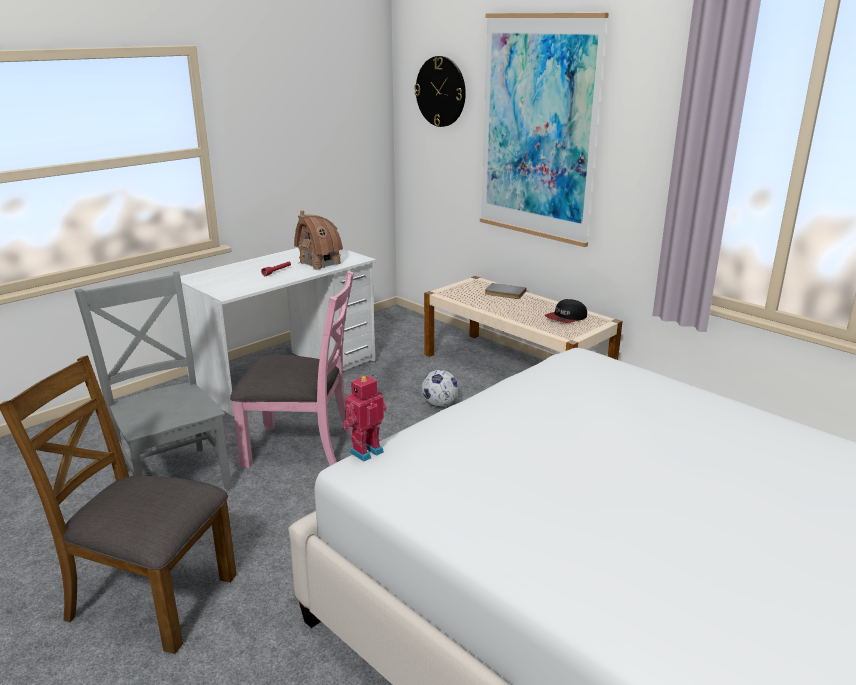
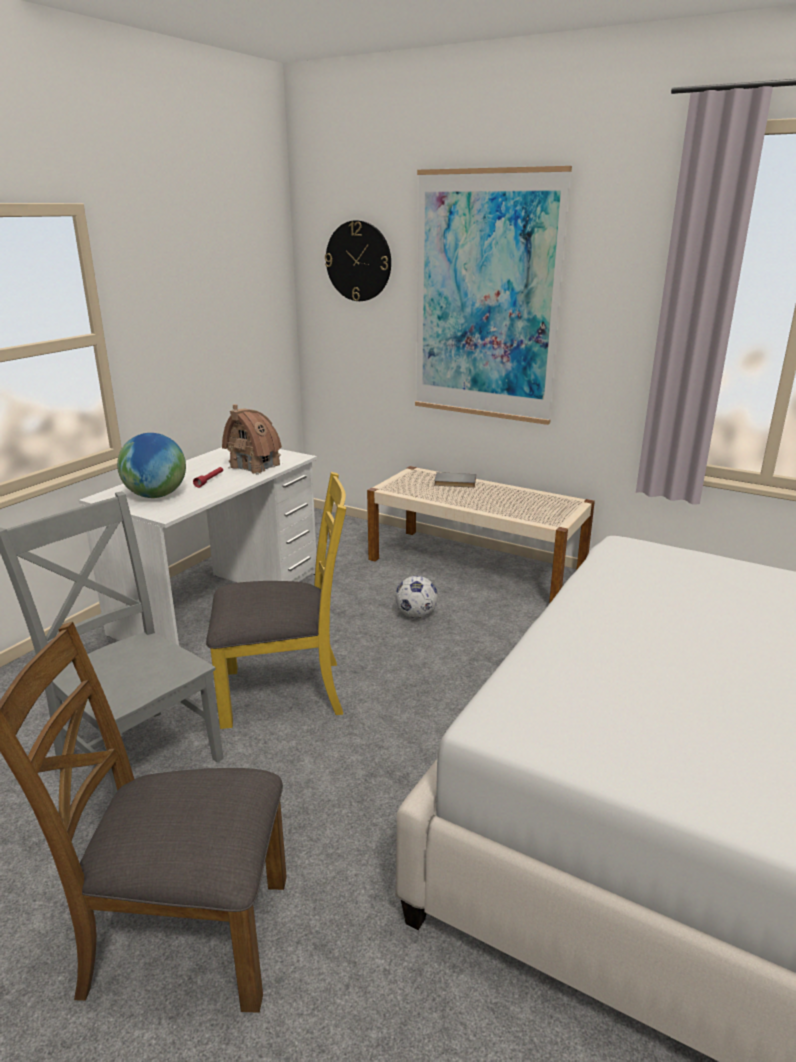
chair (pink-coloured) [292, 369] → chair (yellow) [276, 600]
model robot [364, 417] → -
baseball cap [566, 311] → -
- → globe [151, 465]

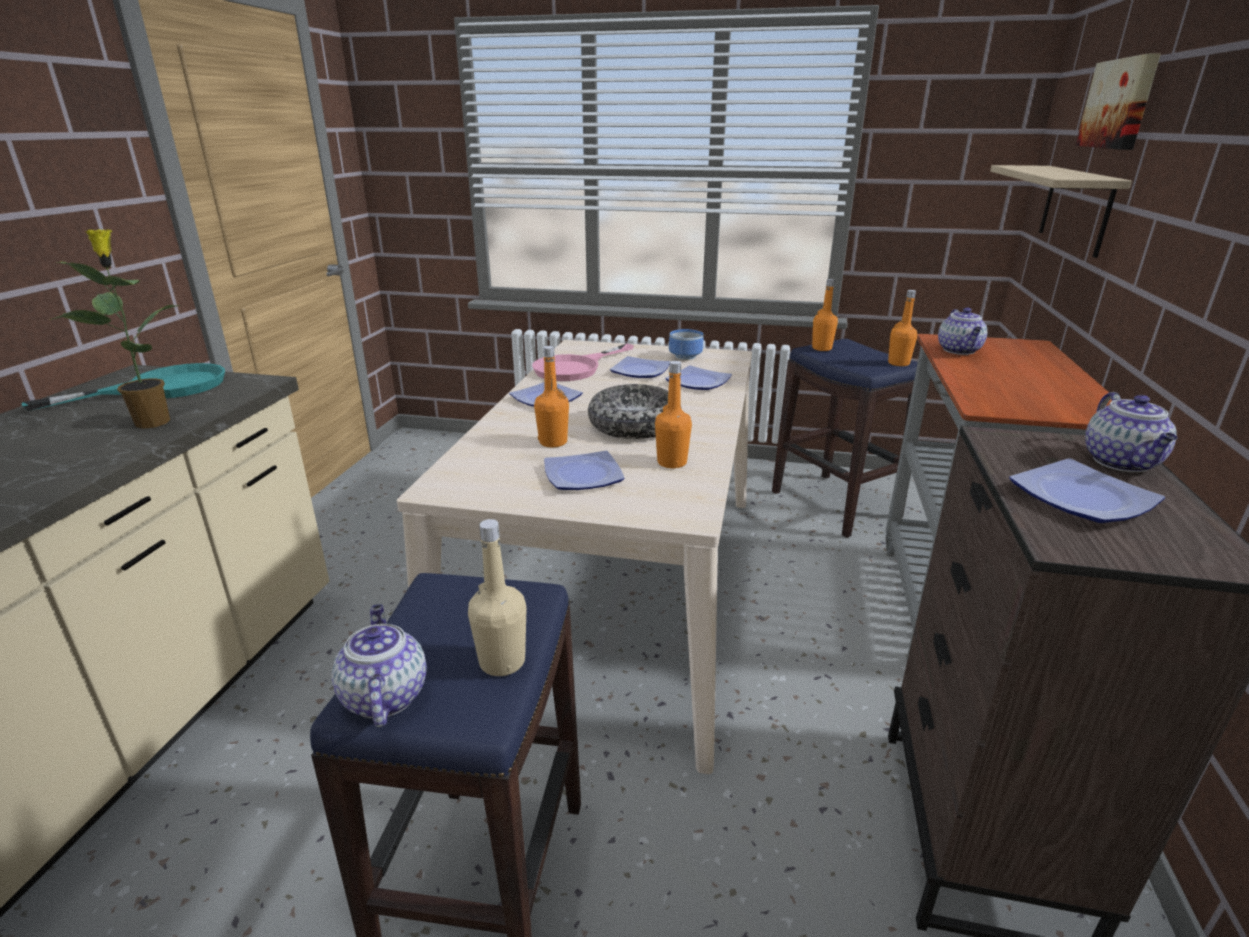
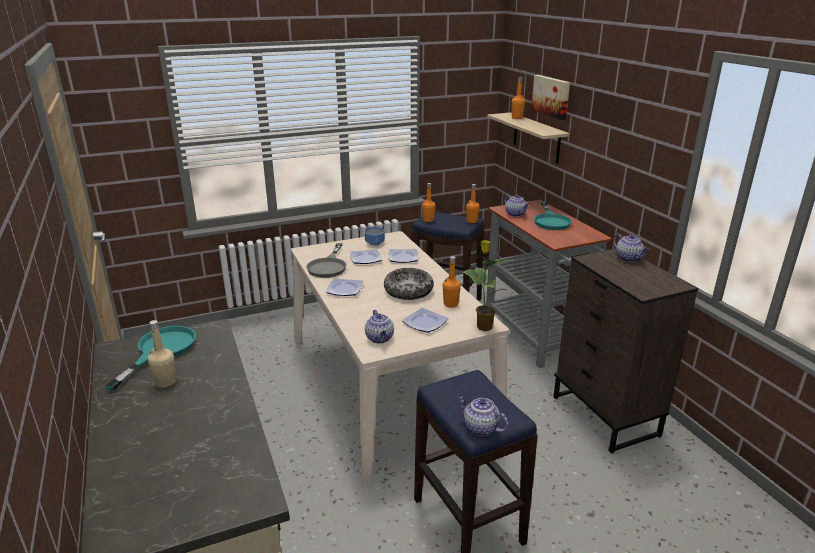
houseplant [116, 329] → houseplant [487, 285], moved
bottle (sand-coloured) [497, 597] → bottle (sand-coloured) [162, 354], moved
skillet (pink-coloured) [583, 362] → skillet (gray) [326, 260]
bottle (orange) [551, 396] → bottle (orange) [518, 98], moved
flat dish [1087, 490] → -
- → pot for tea [379, 327]
- → skillet (turquoise) [553, 216]

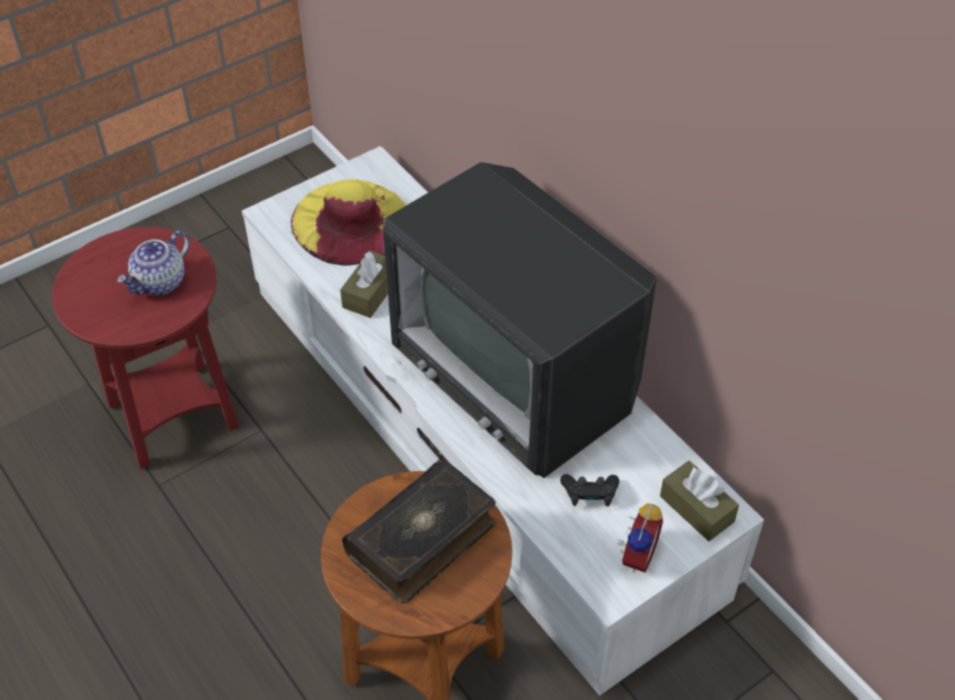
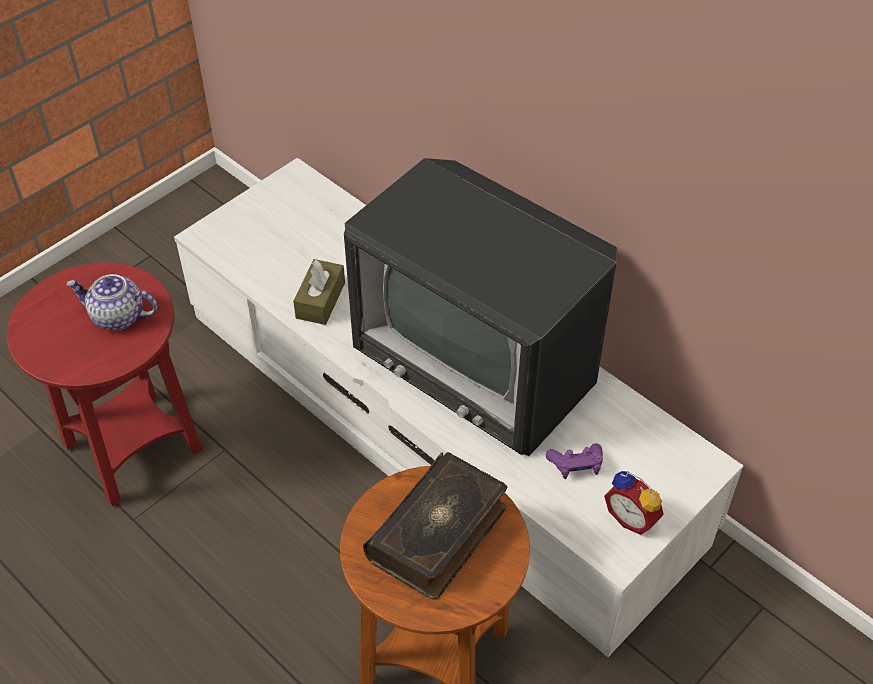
pot for tea [153, 263] → pot for tea [111, 302], 75 degrees clockwise
wearable hat (yellow) [348, 222] → -
joypad (blackish) [589, 490] → joypad (purple-coloured) [574, 461]
alarm clock [640, 538] → alarm clock [634, 503], 120 degrees clockwise
tissue box (brownish) [699, 501] → -

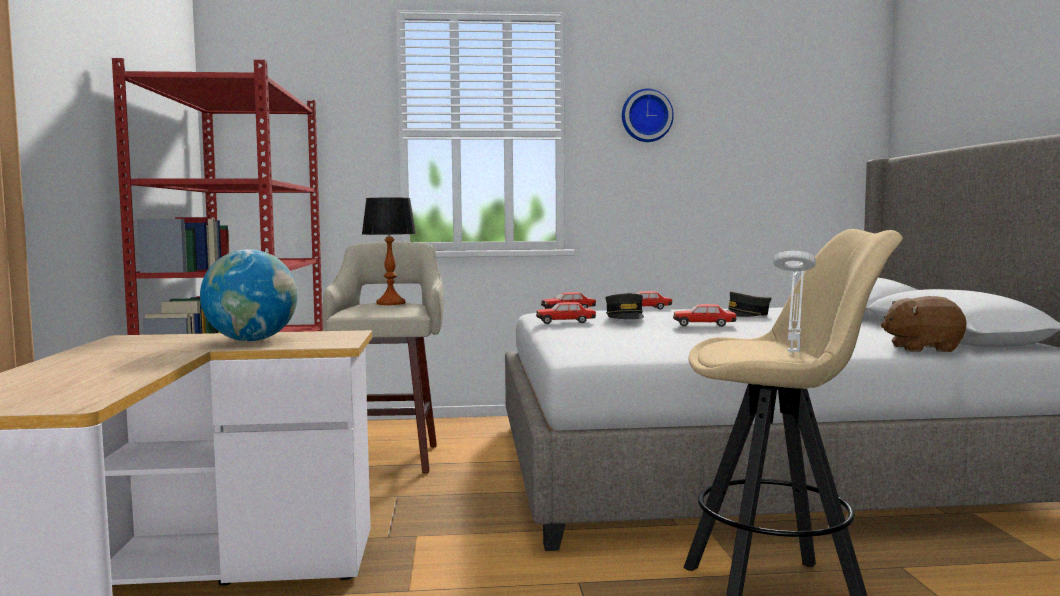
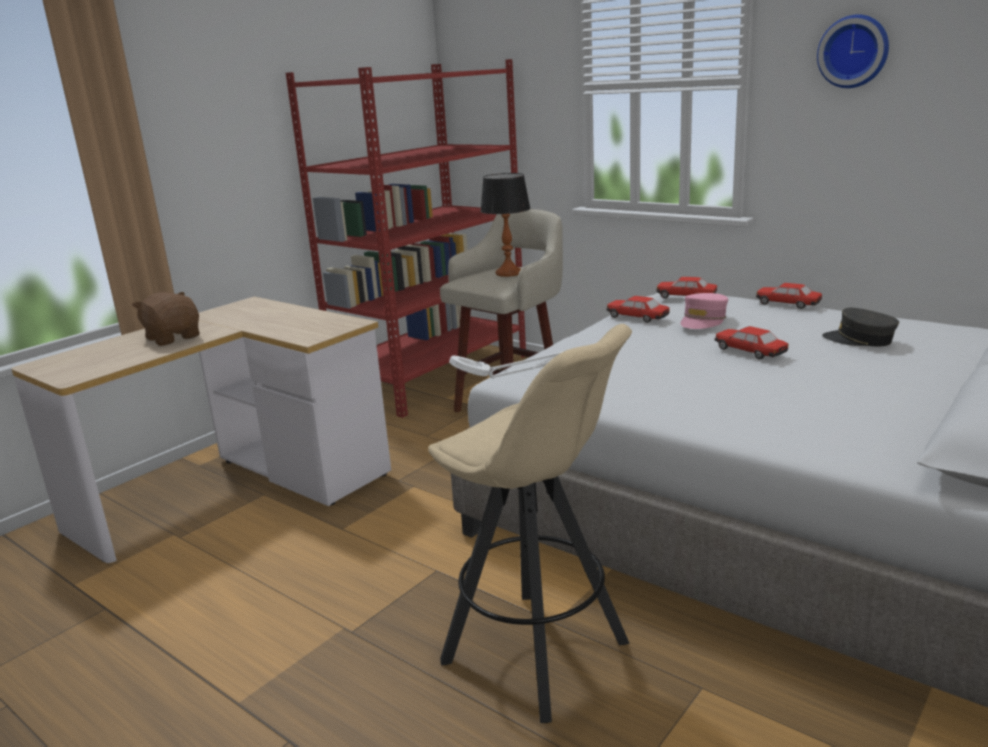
globe [249, 295] → -
baseball cap (gray) [624, 306] → baseball cap (pink-coloured) [704, 311]
cuddly toy (brownish) [923, 324] → cuddly toy (brownish) [165, 319], moved

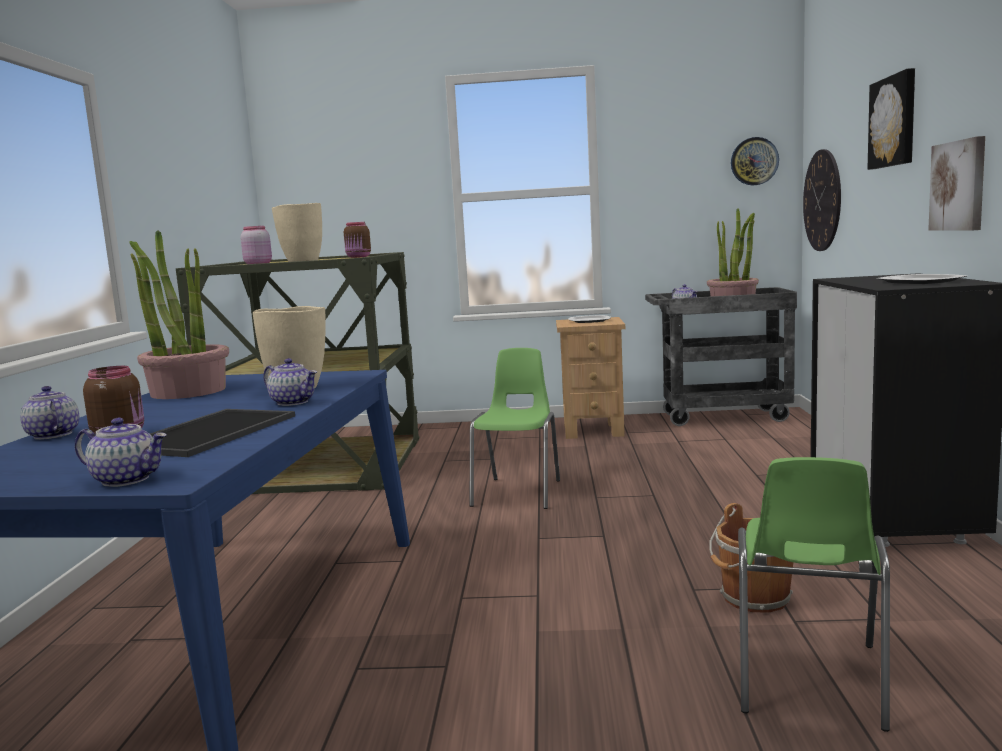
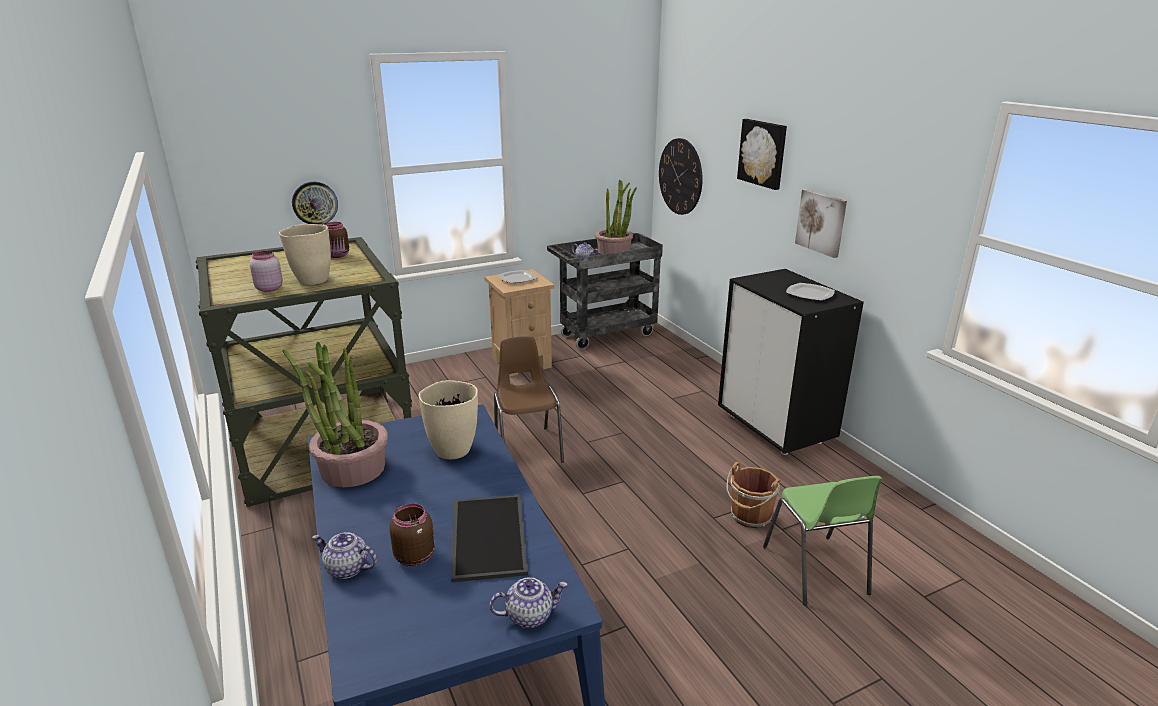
pot for tea [290, 382] → -
chair (green-coloured) [515, 428] → chair (brownish) [529, 399]
wall clock [755, 161] → wall clock [315, 203], moved

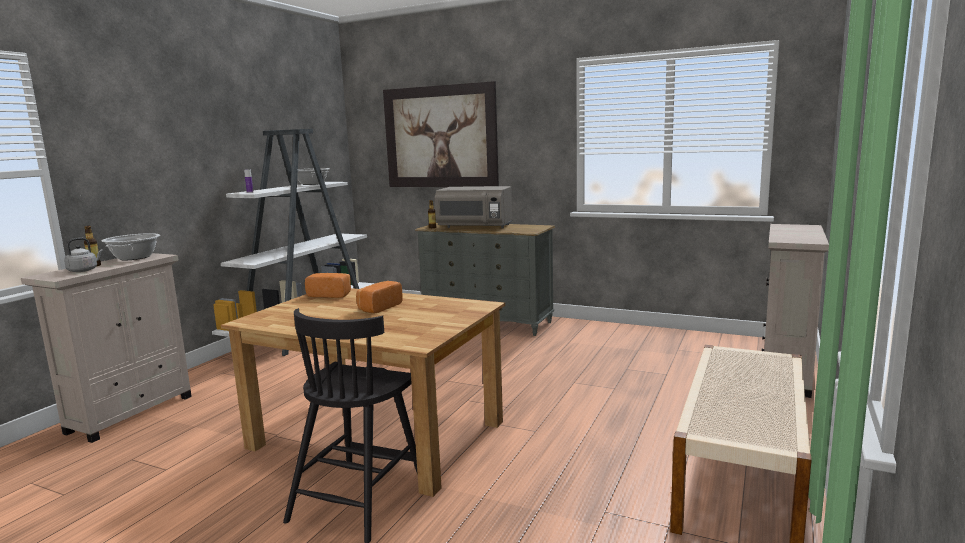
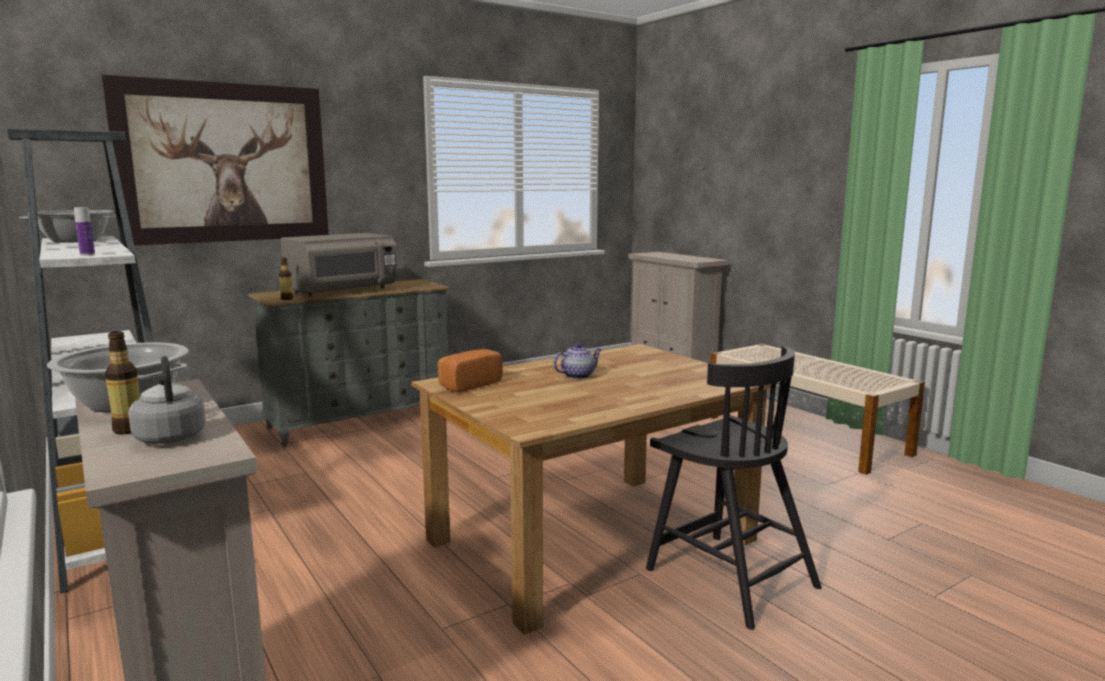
bakery bread [379, 297] → pot for tea [577, 361]

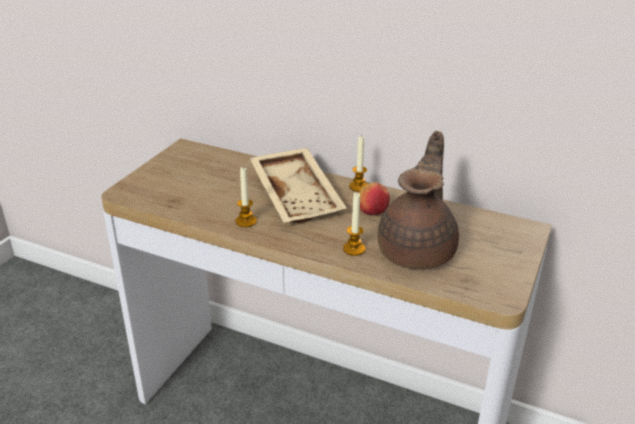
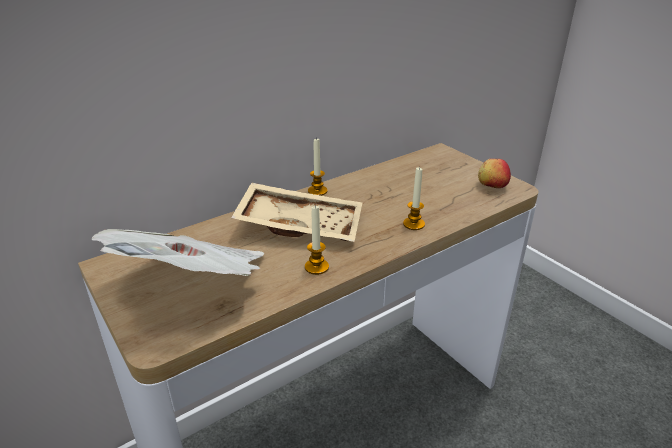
whole apple [374, 198] → whole apple [494, 173], moved
pot for tea (brownish) [418, 200] → -
- → printed paper [177, 252]

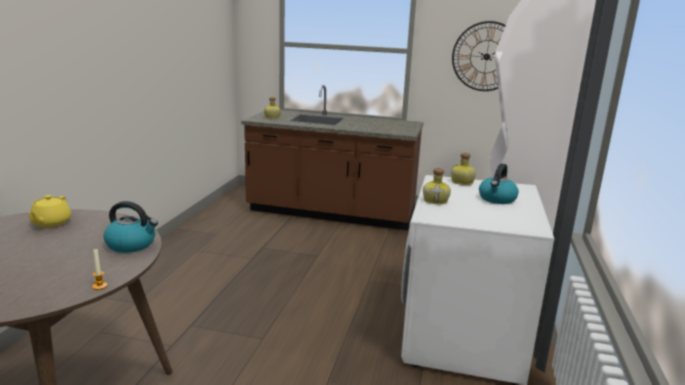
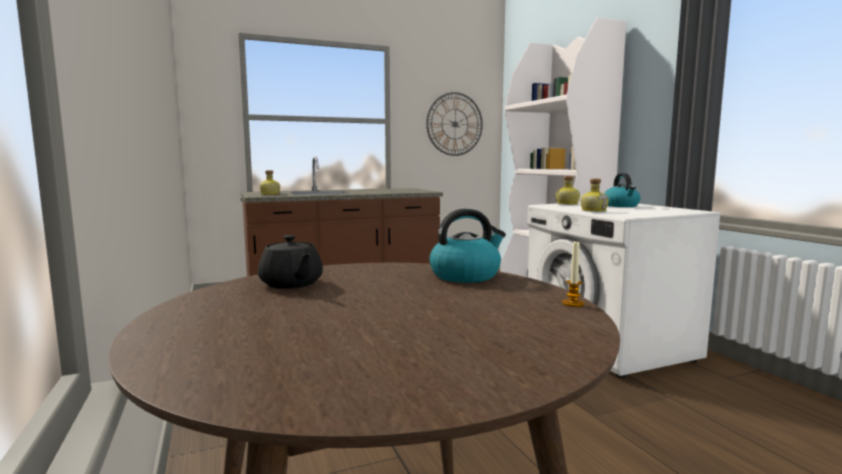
pot for tea (yellow) [50, 211] → pot for tea (blackish) [290, 262]

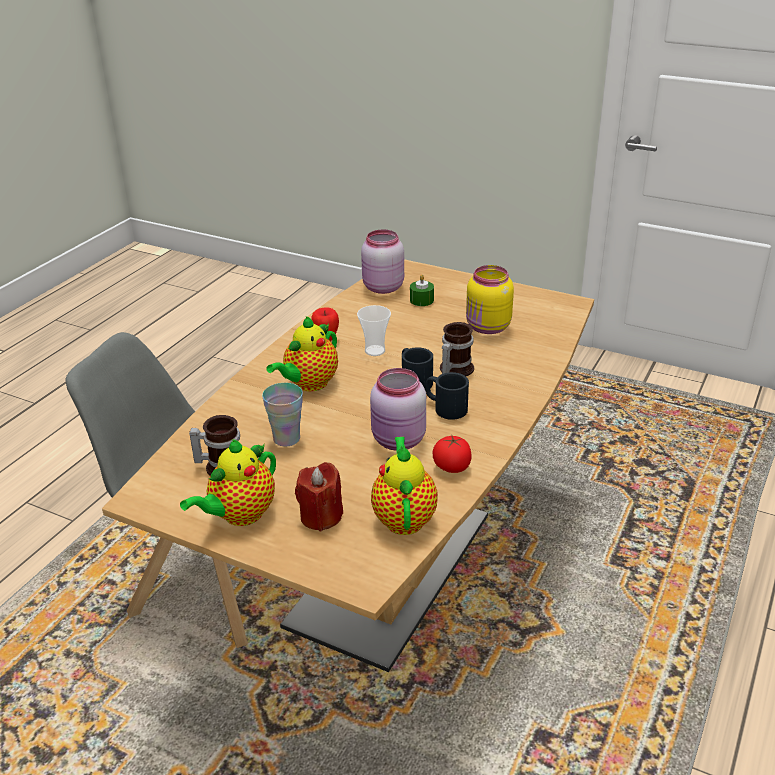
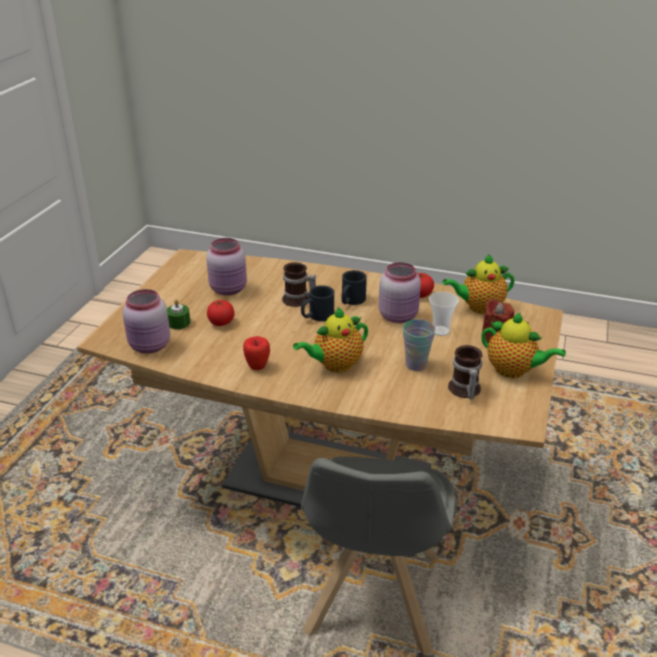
pot for tea [302, 353] → pot for tea [330, 340], 120 degrees clockwise
cup [374, 330] → cup [444, 314], moved
preserve jar (yellow) [490, 299] → preserve jar (pink-coloured) [226, 266]
- → fresh tomato [221, 312]

